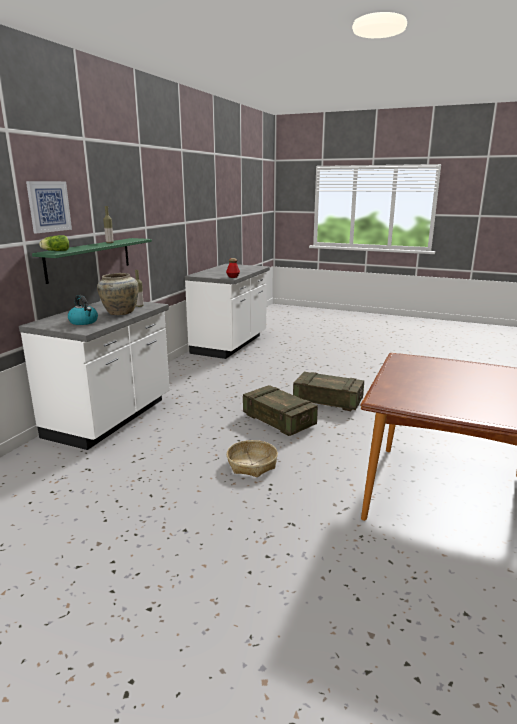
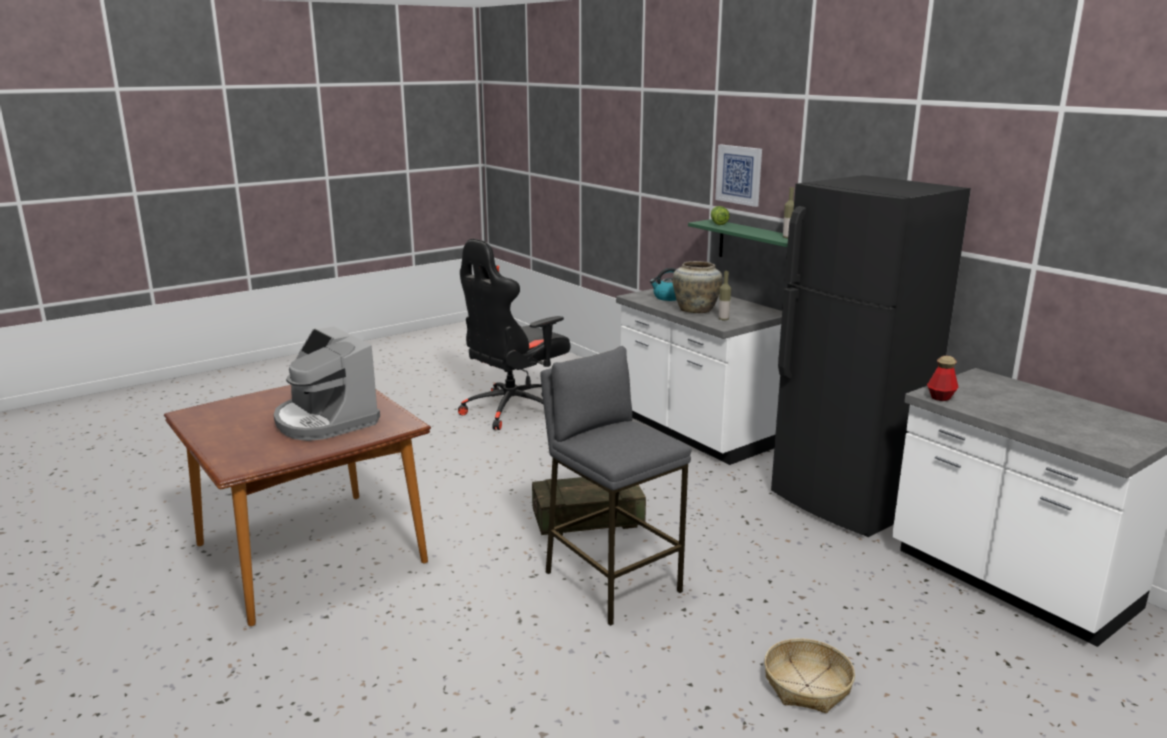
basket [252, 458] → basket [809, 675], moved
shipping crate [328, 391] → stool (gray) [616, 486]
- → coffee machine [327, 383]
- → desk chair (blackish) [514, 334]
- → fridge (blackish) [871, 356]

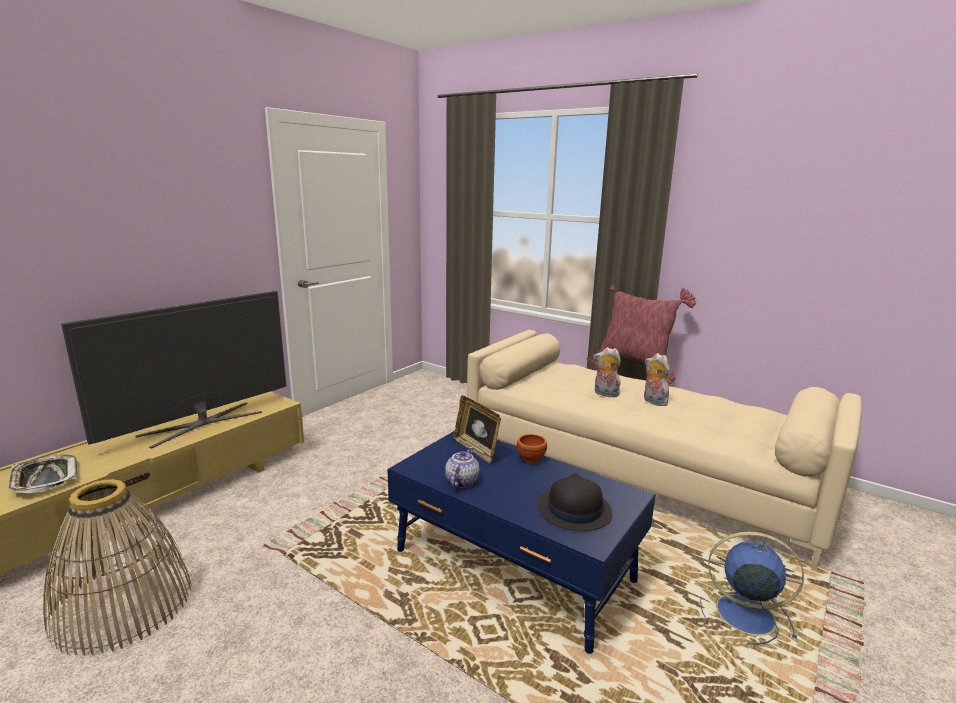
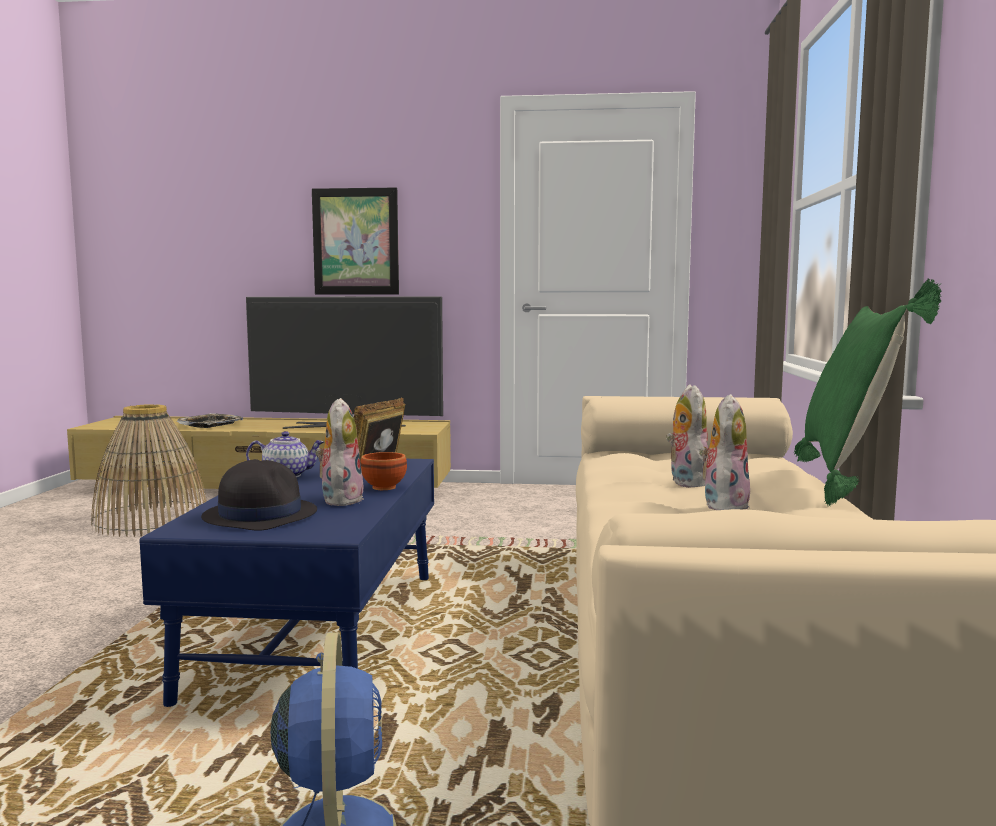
cushion (red-coloured) [642, 335] → cushion (green-coloured) [868, 391]
- → wall art [355, 240]
- → cuddly toy [339, 452]

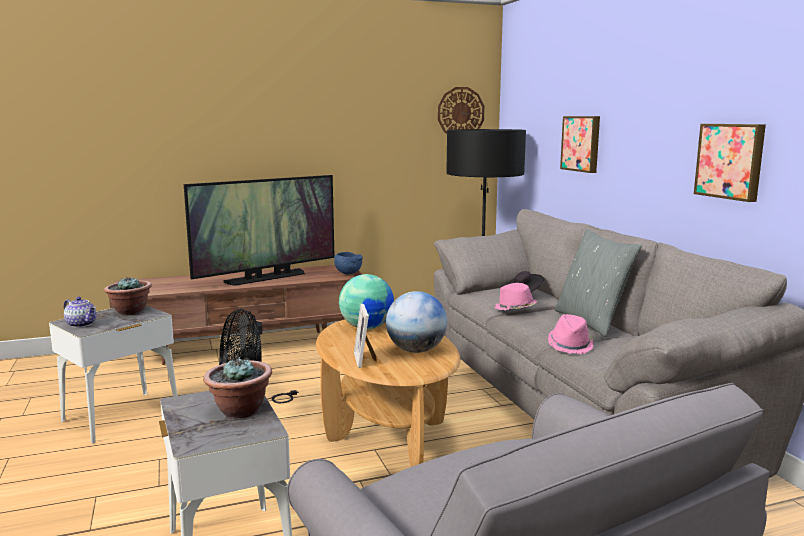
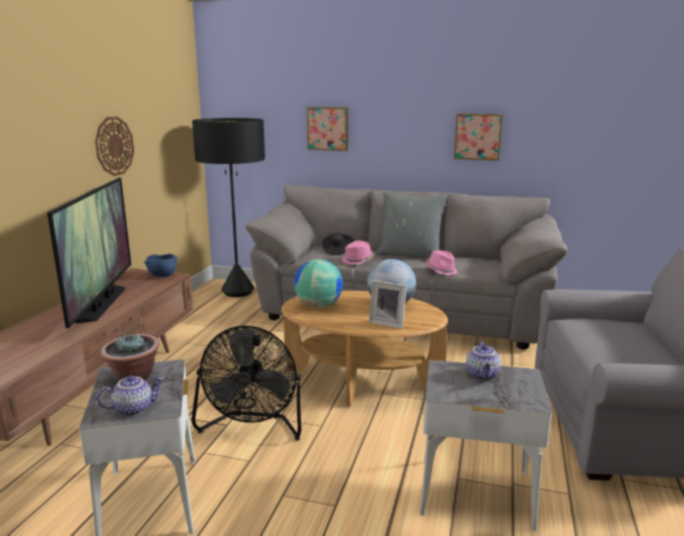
houseplant [237, 387] → pot for tea [483, 360]
wall clock [461, 110] → wall clock [114, 146], moved

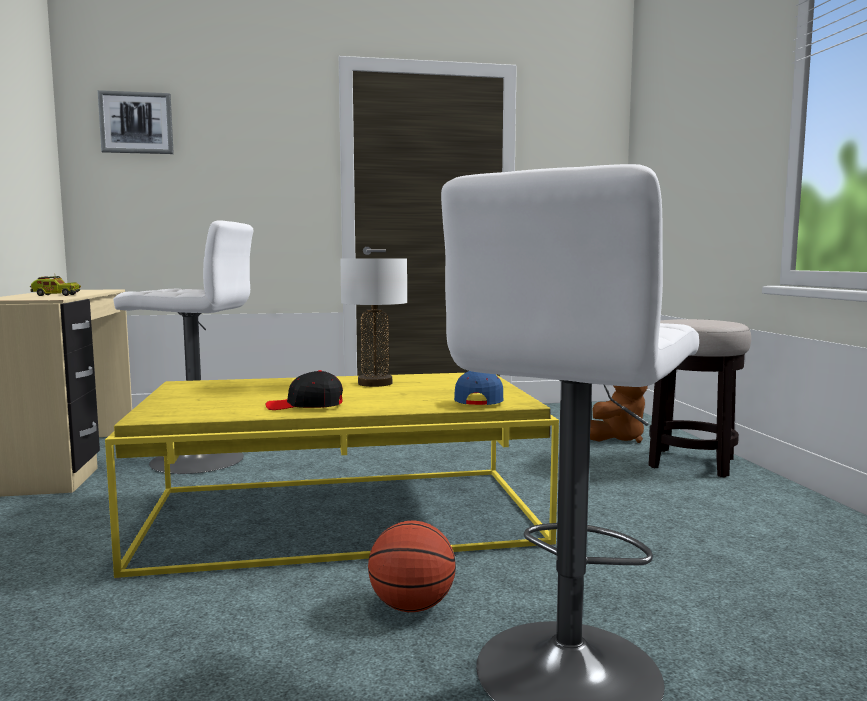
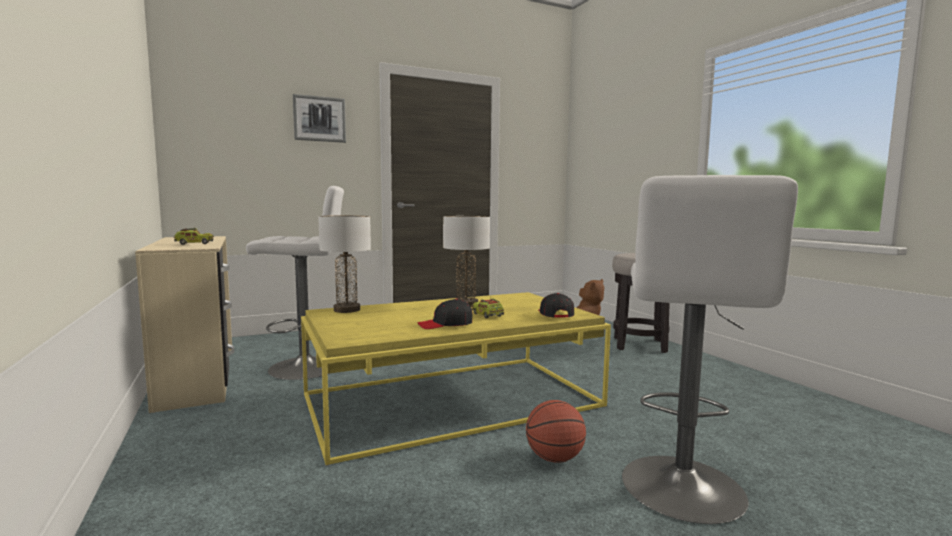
wall art [136, 122] → wall art [319, 118], moved
baseball cap (blue) [479, 388] → baseball cap (blackish) [556, 305]
- → table lamp [344, 264]
- → toy truck [487, 306]

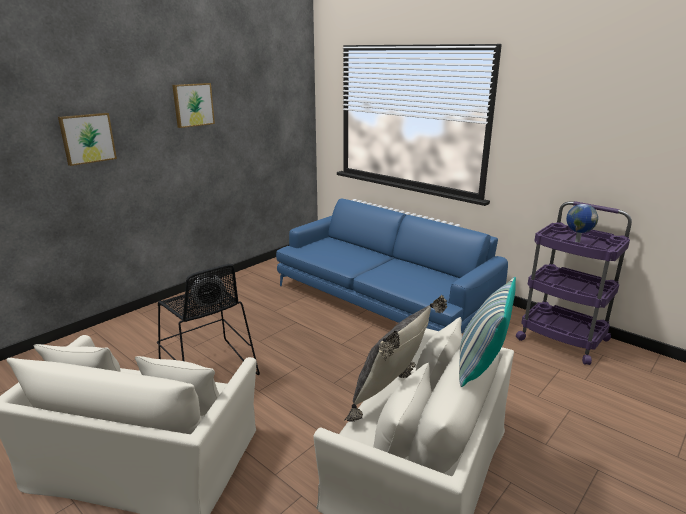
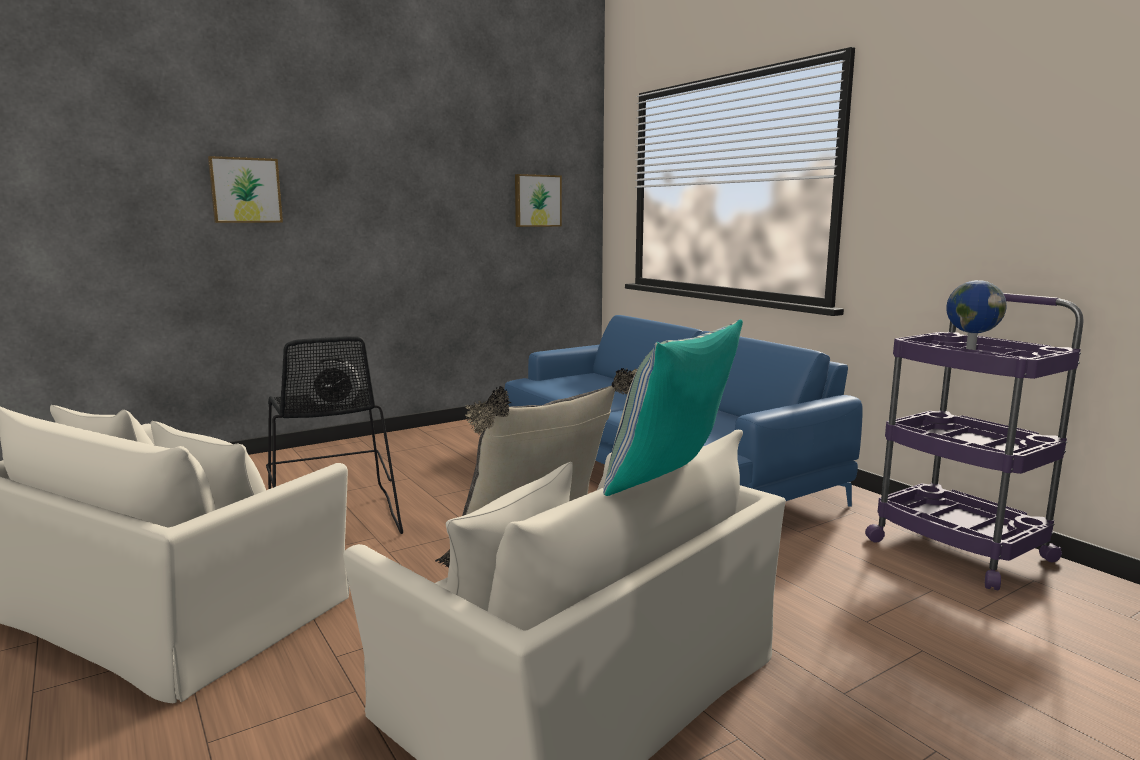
wall art [193, 105] → wall art [538, 200], moved

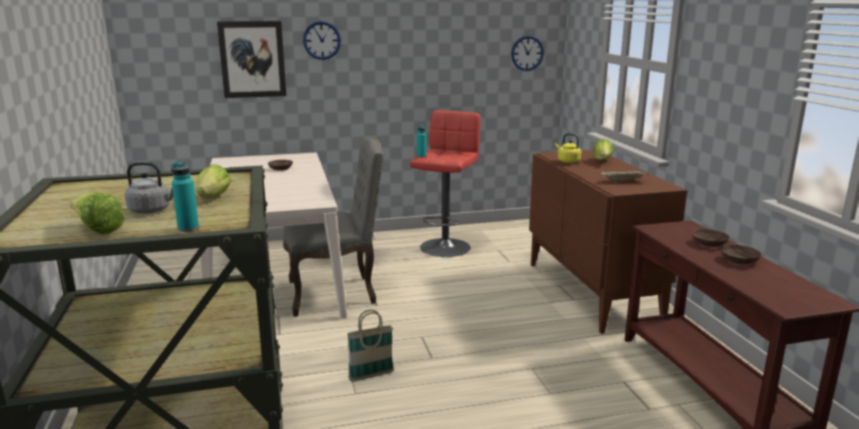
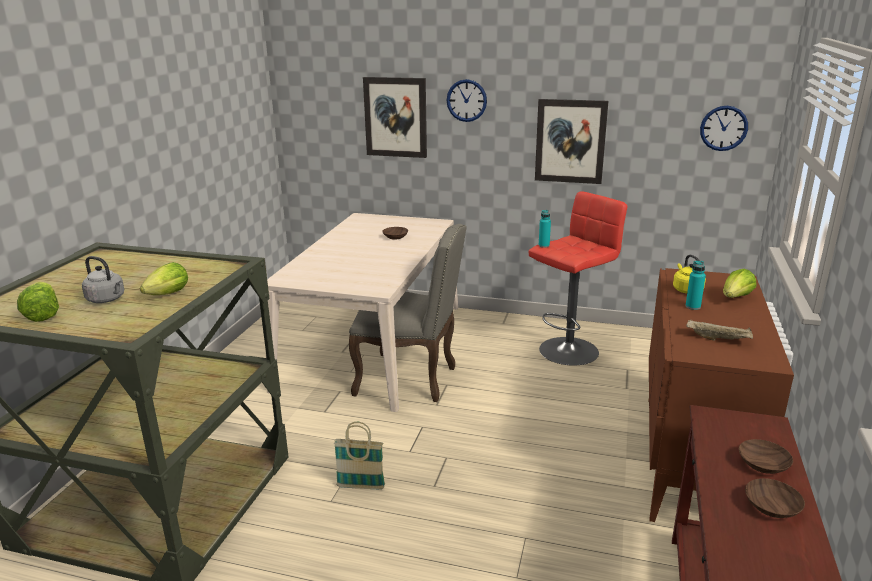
bottle (turquoise) [185, 196] → bottle (turquoise) [695, 285], moved
- → wall art [572, 141]

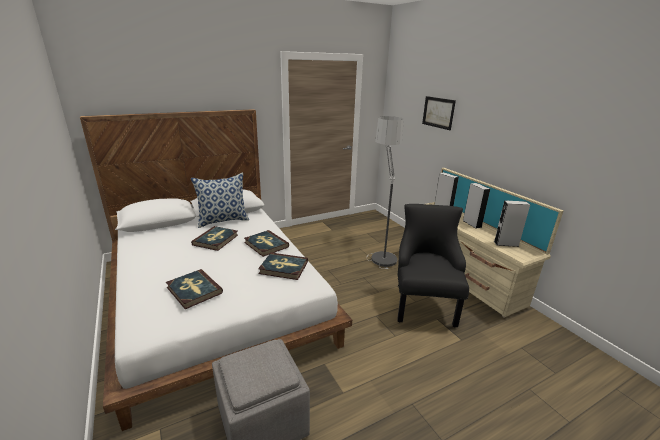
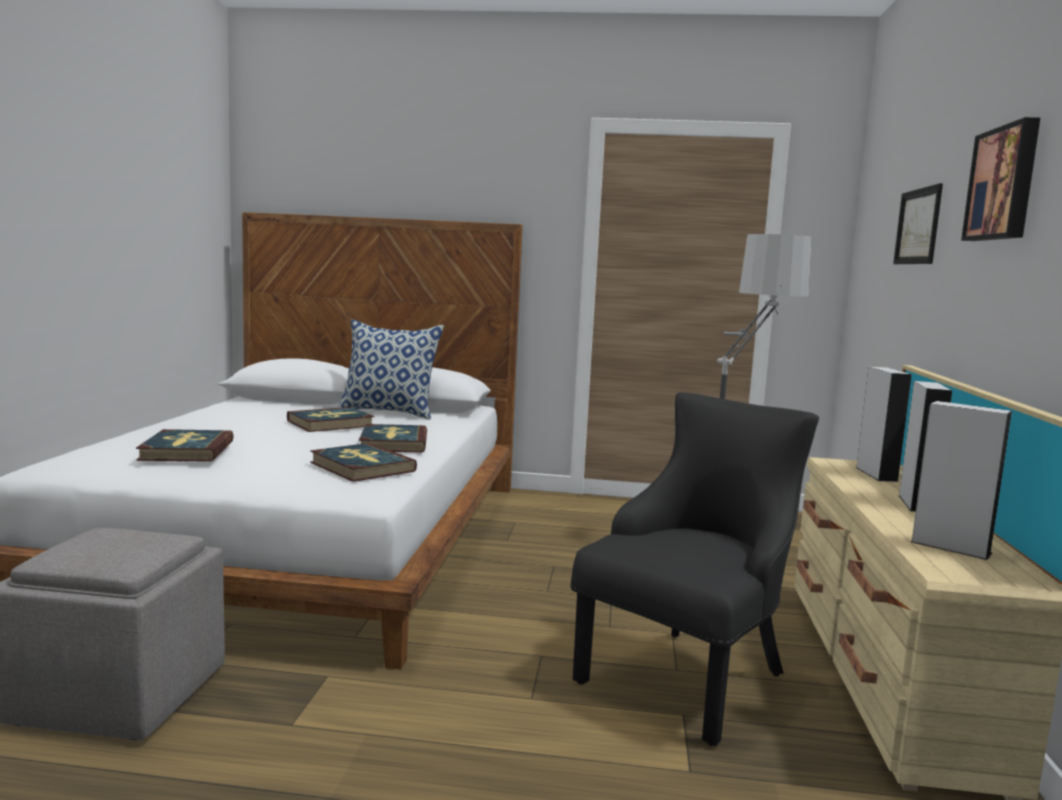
- → wall art [1000, 179]

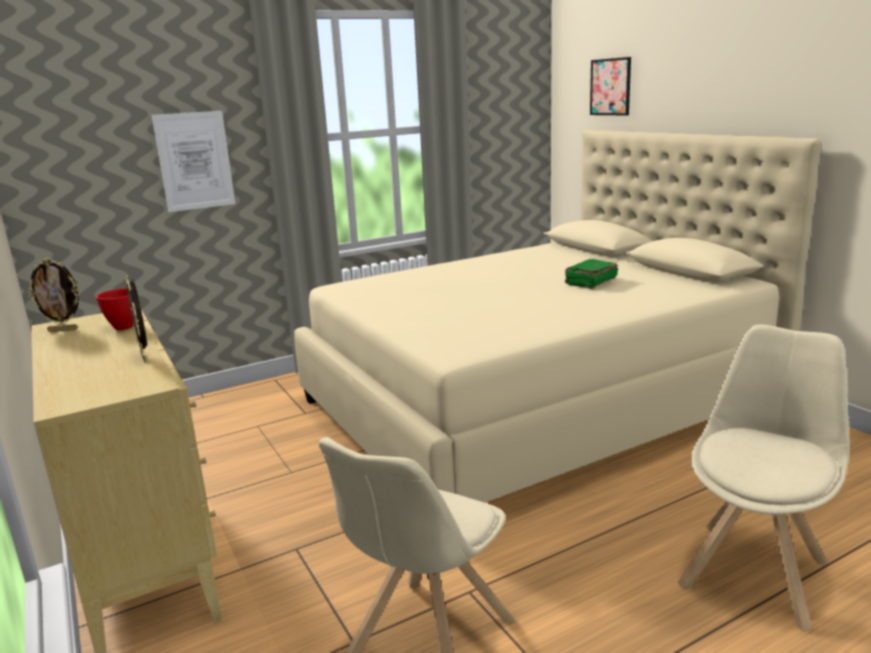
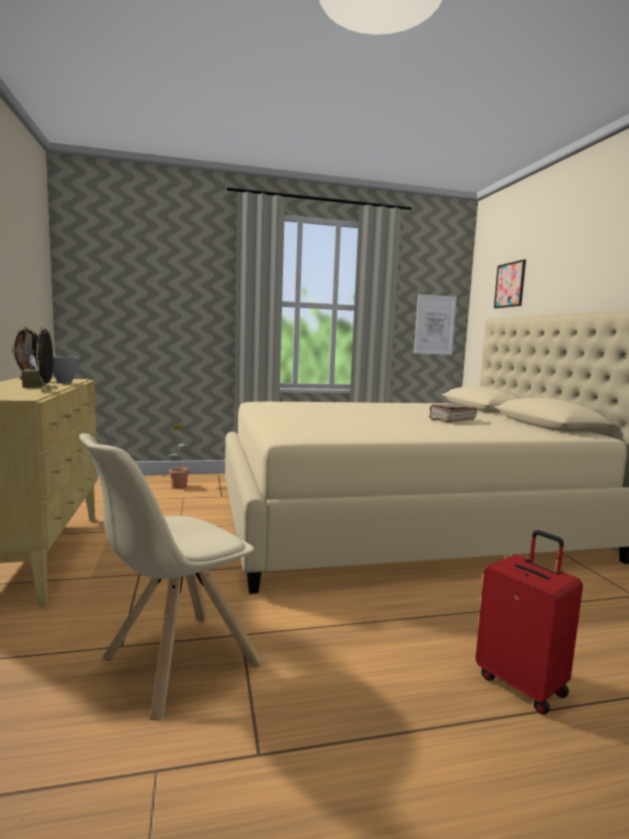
bowl (red-coloured) [115, 309] → bowl (gray) [66, 369]
wall art [193, 161] → wall art [435, 324], moved
volume (green-coloured) [591, 274] → volume (brownish) [453, 413]
chair (sand-coloured) [764, 478] → piece of luggage (red-coloured) [529, 622]
- → tissue box (brownish) [34, 371]
- → houseplant [178, 456]

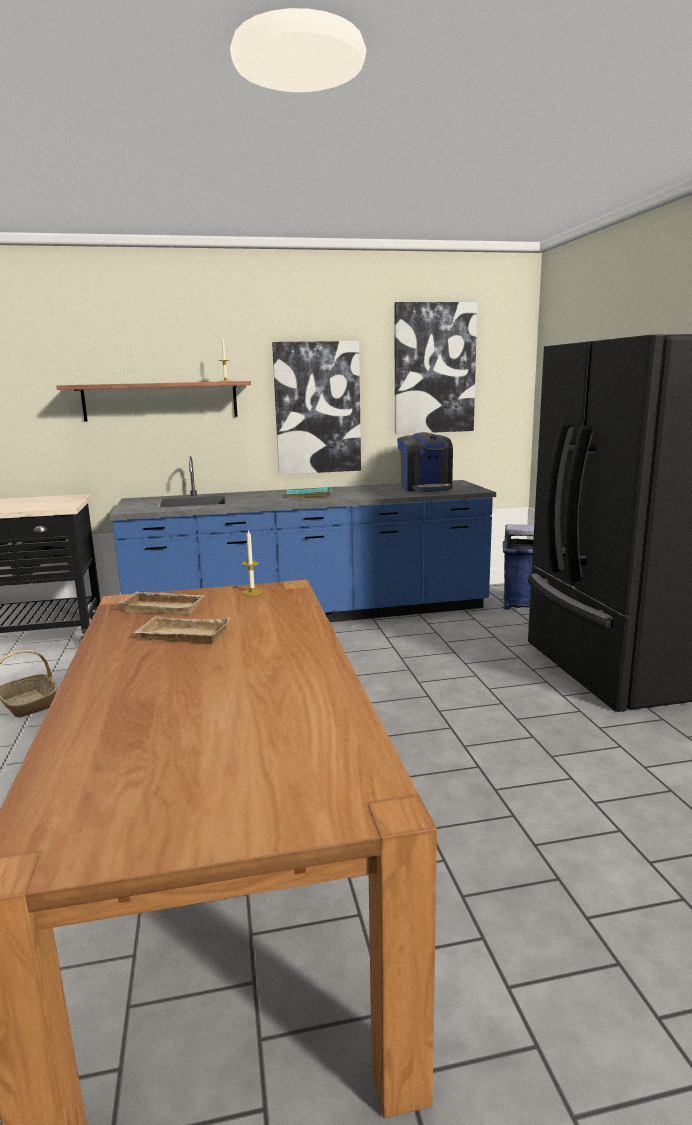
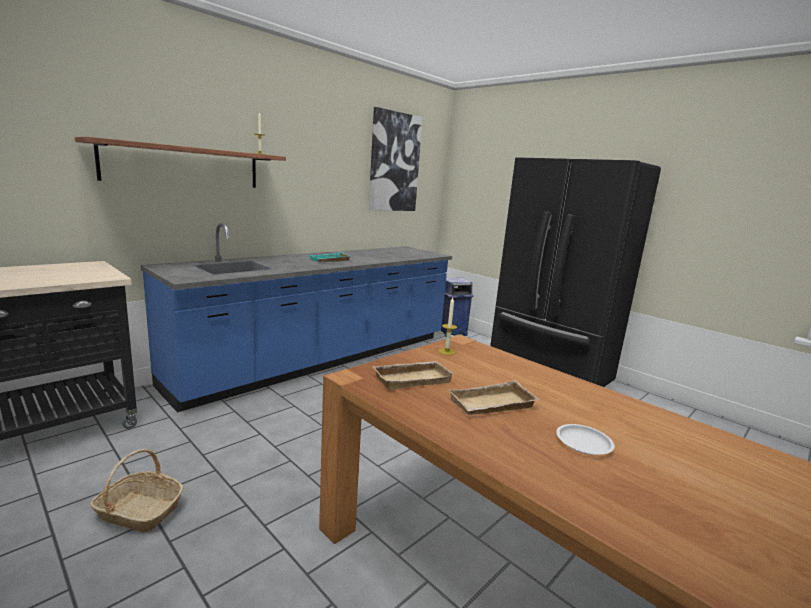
wall art [316, 408] → -
coffee machine [425, 462] → -
- → flat dish (white-coloured) [585, 439]

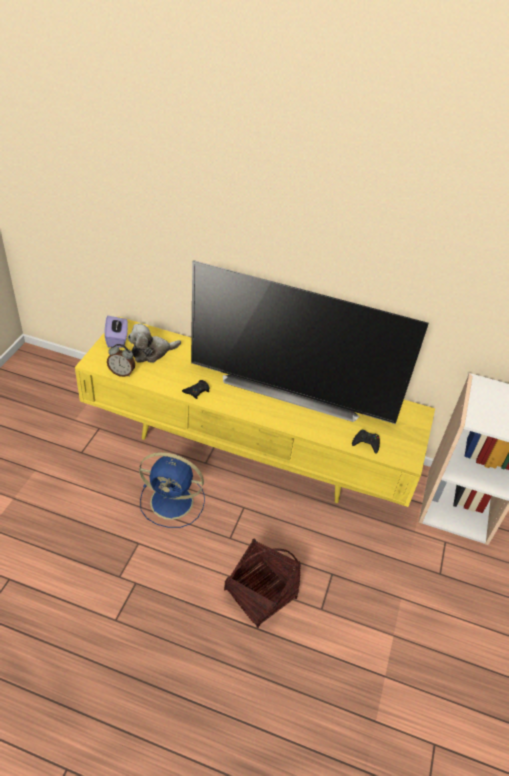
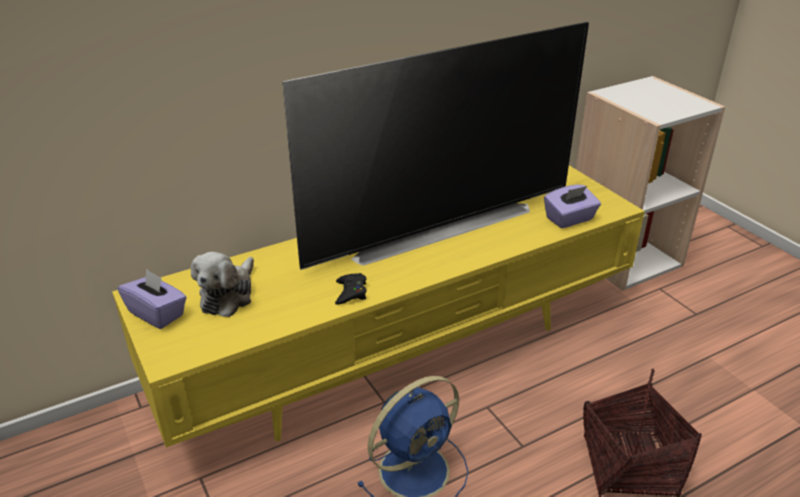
alarm clock [121, 360] → -
joypad (blackish) [366, 442] → tissue box (purple-coloured) [572, 206]

